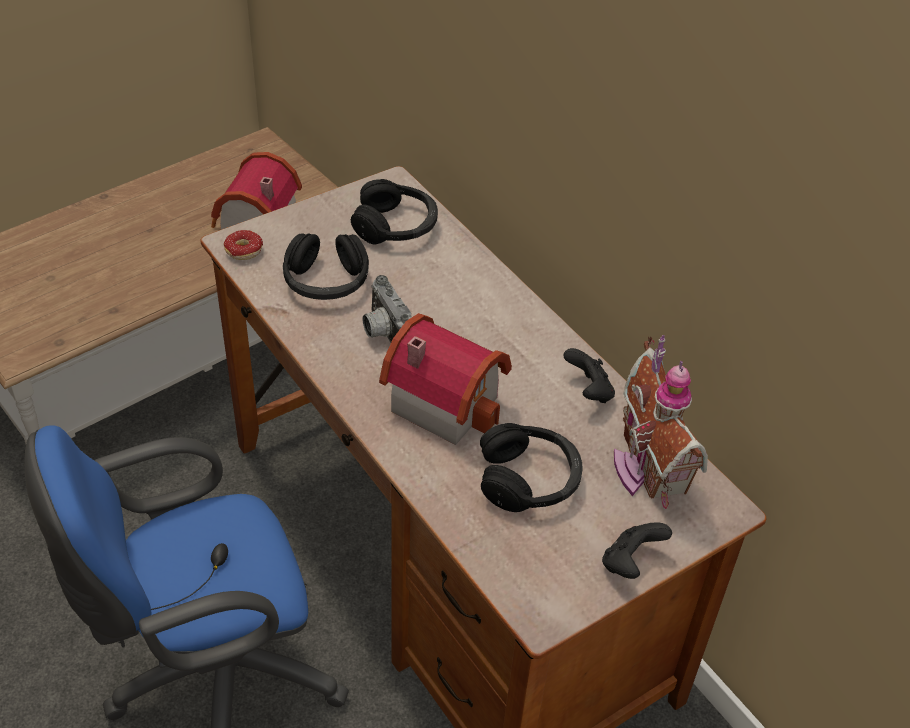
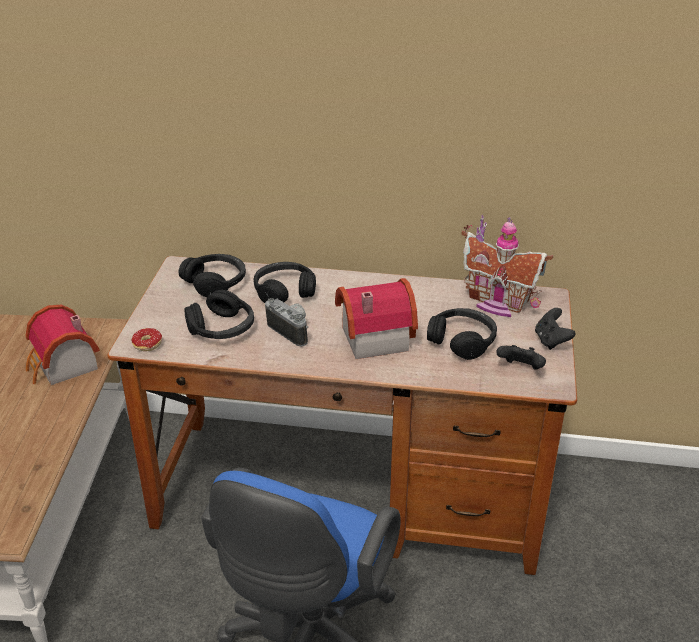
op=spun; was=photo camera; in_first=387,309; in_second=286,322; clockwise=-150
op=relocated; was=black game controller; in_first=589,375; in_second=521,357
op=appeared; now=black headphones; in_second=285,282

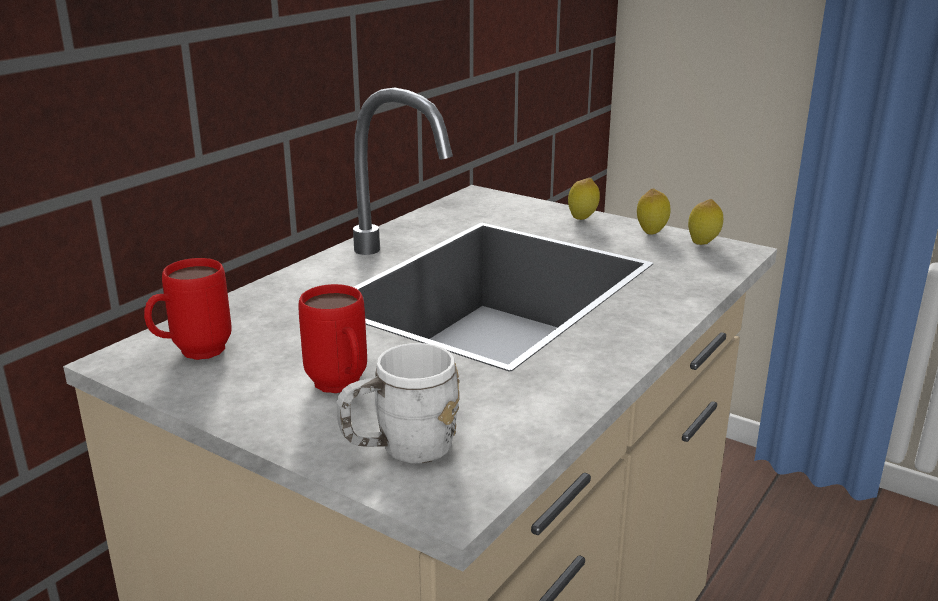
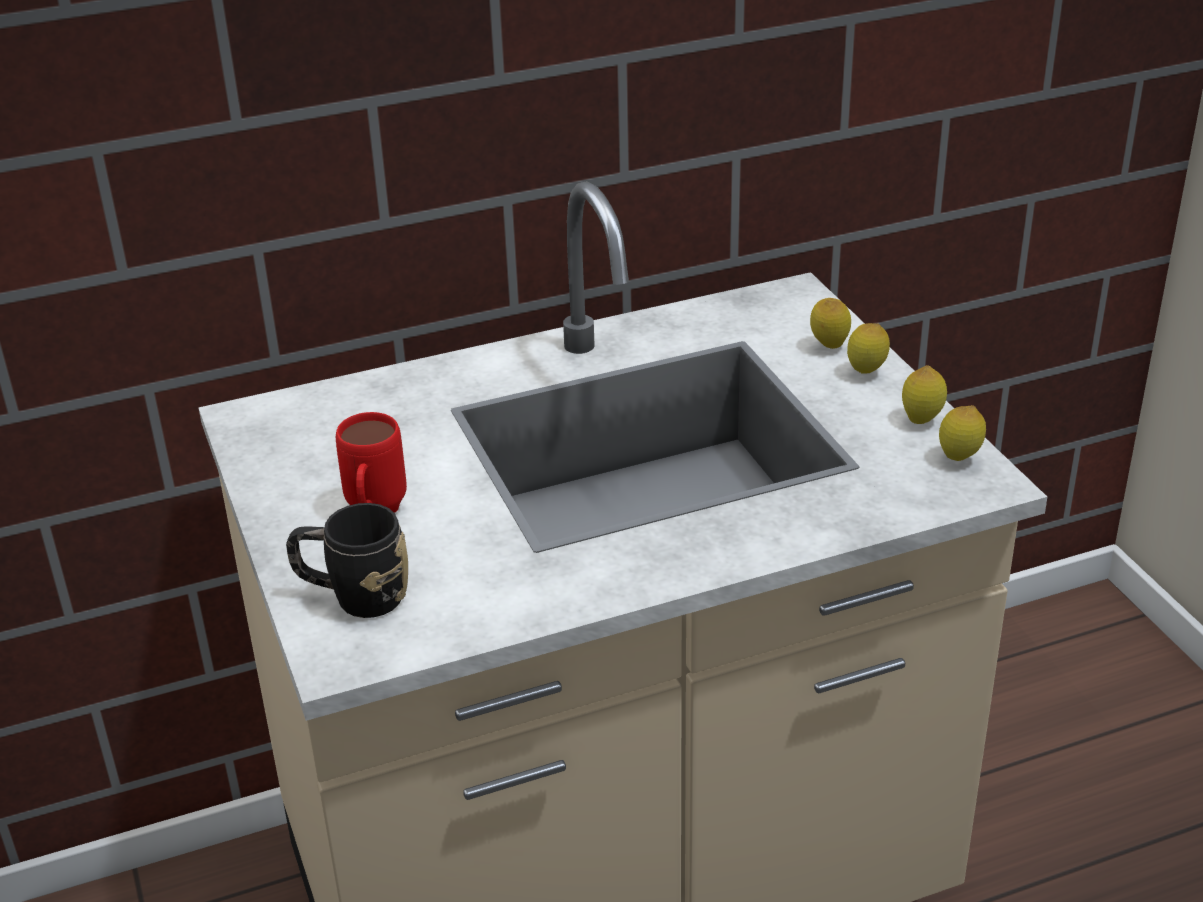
op=missing; was=red mug; in_first=188,309
op=colour; was=white mug; now=black mug; in_first=397,403; in_second=347,560
op=appeared; now=lemon; in_second=830,323

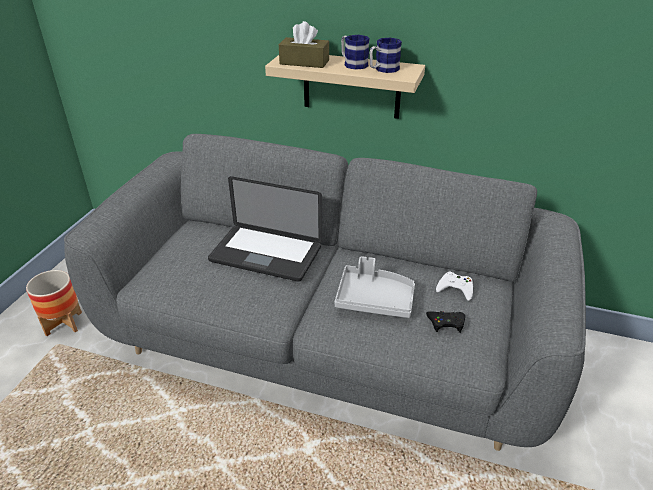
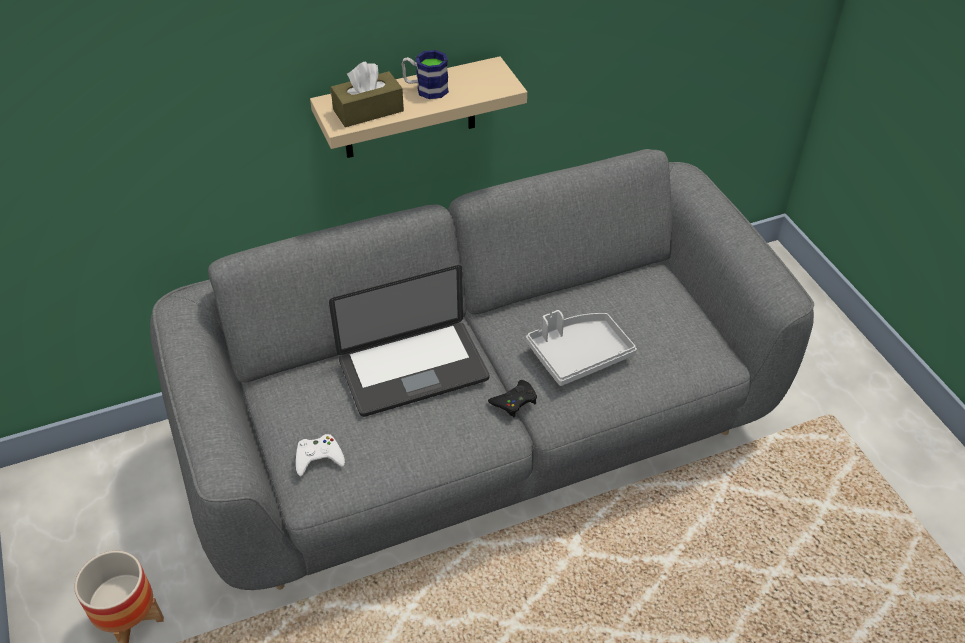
op=missing; was=mug; in_first=386,55
op=relocated; was=white game controller; in_first=454,286; in_second=320,455
op=relocated; was=black game controller; in_first=445,322; in_second=512,398

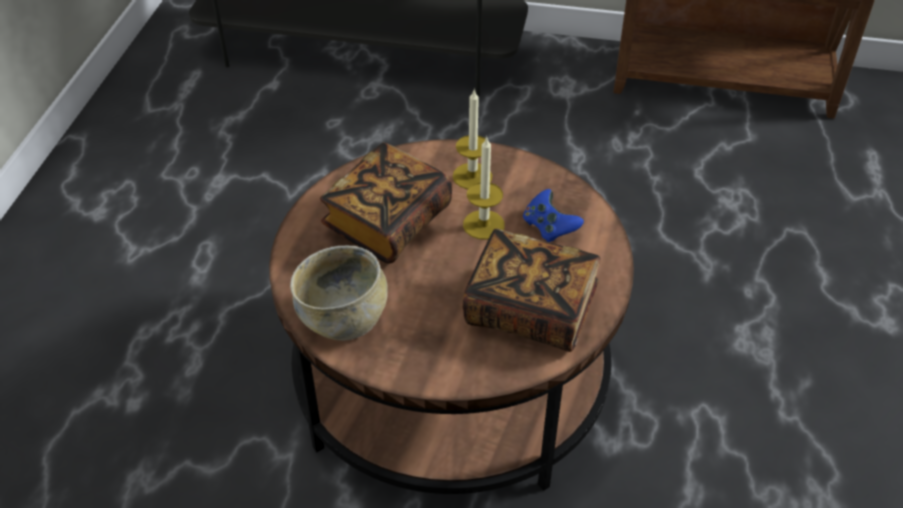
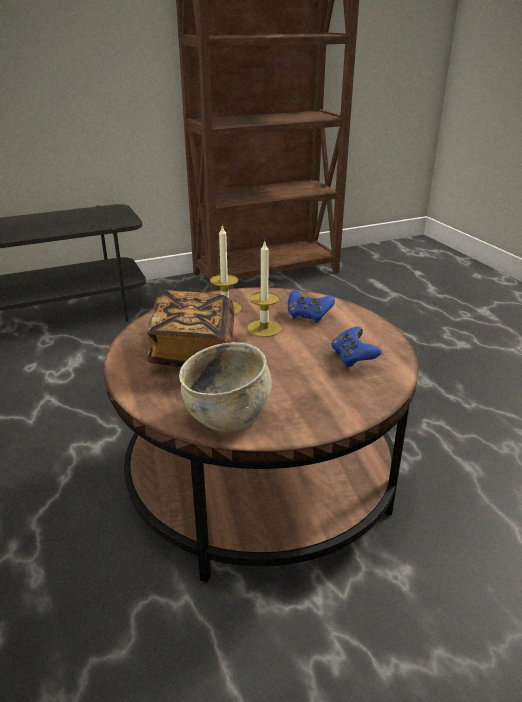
op=exchanged; was=book; now=blue game controller; in_first=532,290; in_second=356,347

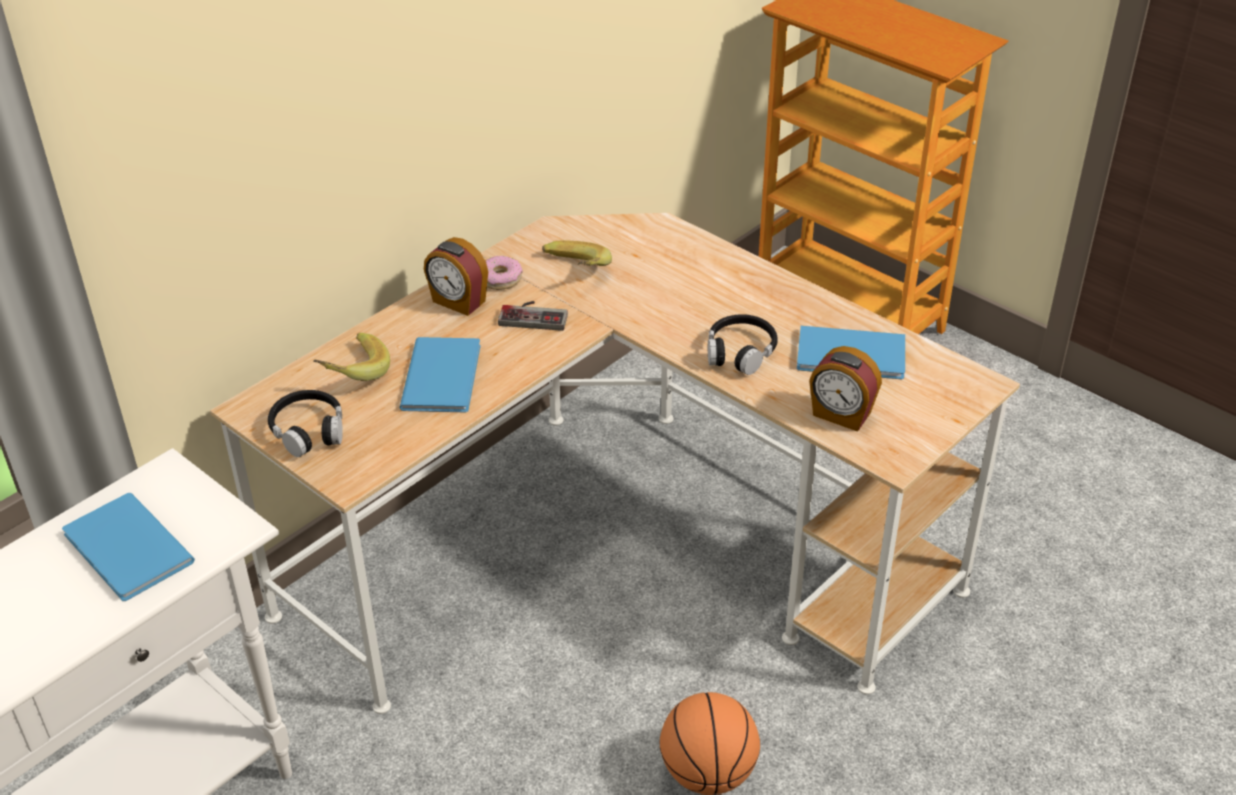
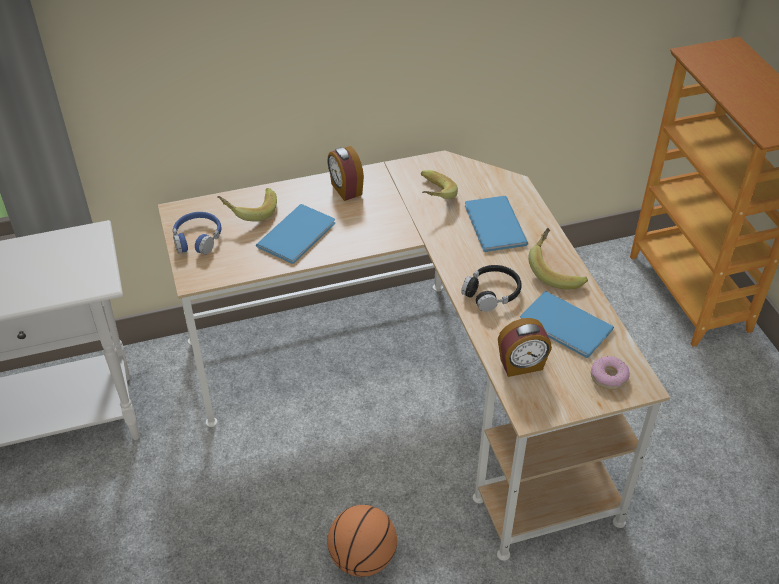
op=relocated; was=donut; in_first=504,273; in_second=610,373
op=missing; was=game controller; in_first=533,316
op=spun; was=alarm clock; in_first=845,389; in_second=525,347; clockwise=-75
op=colour; was=black headphones; now=blue headphones; in_first=305,423; in_second=197,233
op=relocated; was=blue book; in_first=128,547; in_second=496,224
op=appeared; now=banana; in_second=558,258

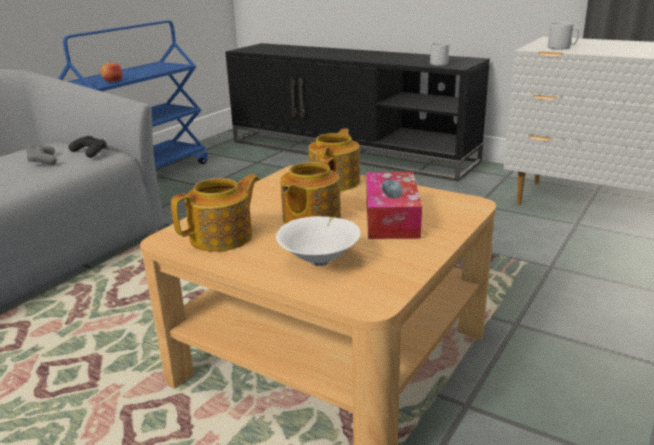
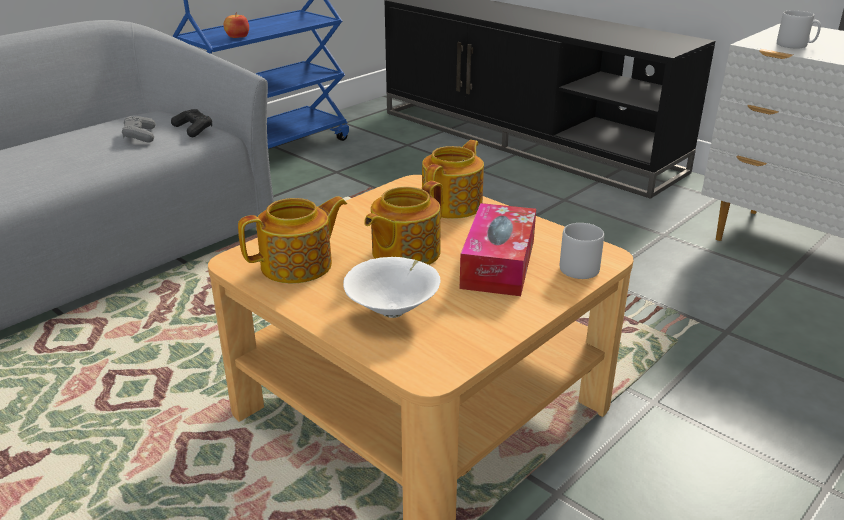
op=relocated; was=grey mug; in_first=439,54; in_second=582,251

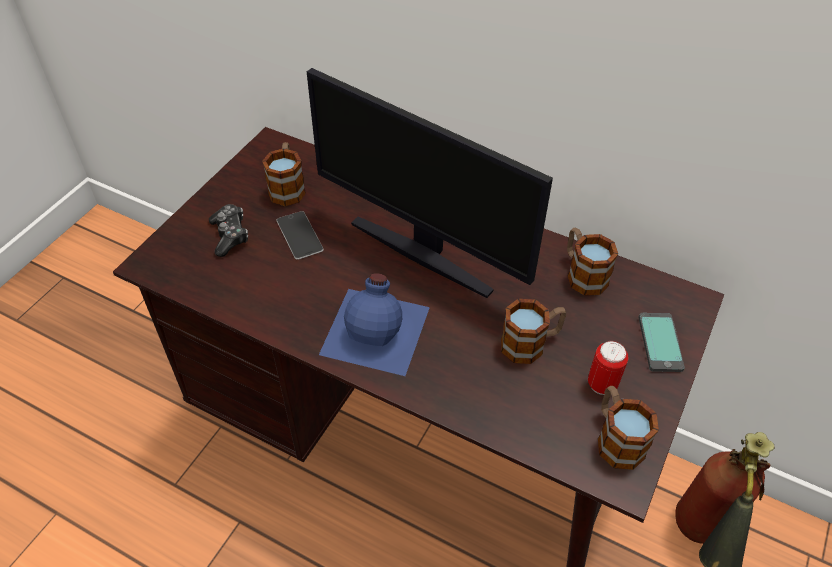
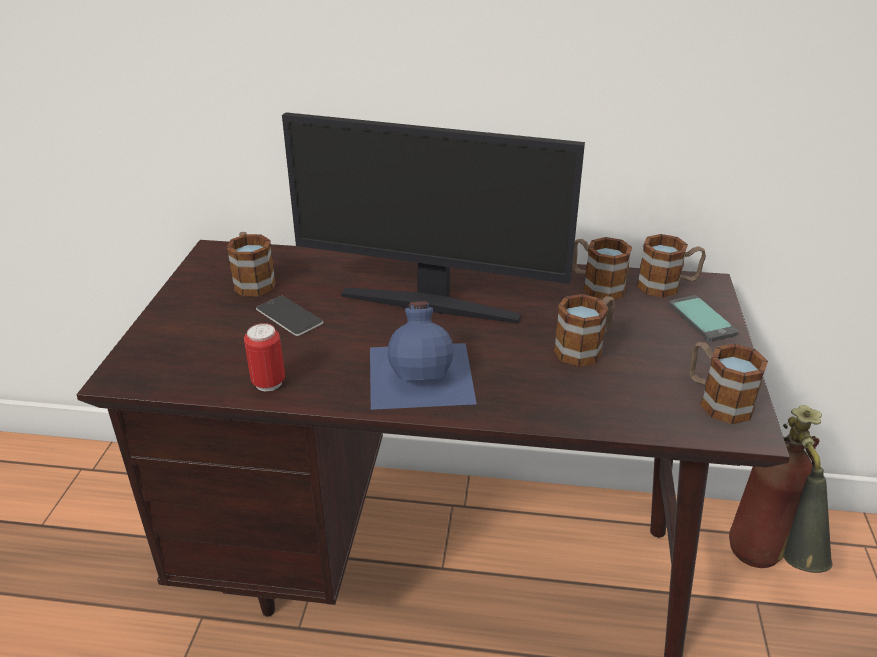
op=missing; was=game controller; in_first=228,230
op=relocated; was=can; in_first=608,368; in_second=264,357
op=appeared; now=mug; in_second=671,266

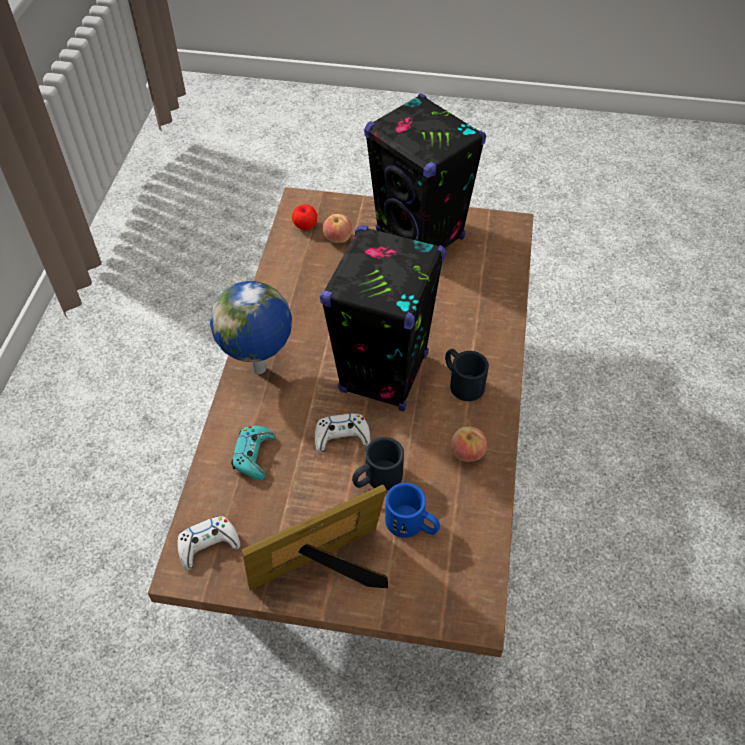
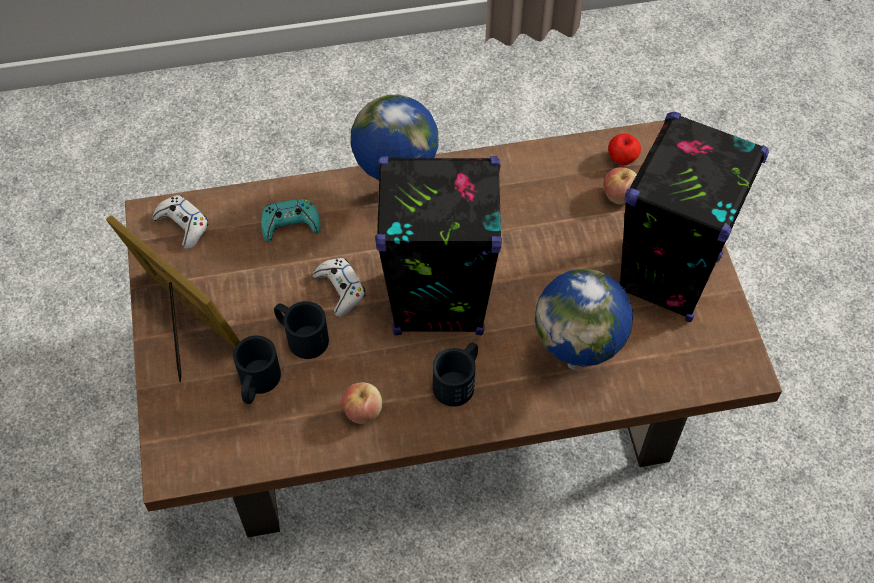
op=colour; was=blue mug; now=black mug; in_first=412,510; in_second=257,369
op=appeared; now=globe; in_second=584,319

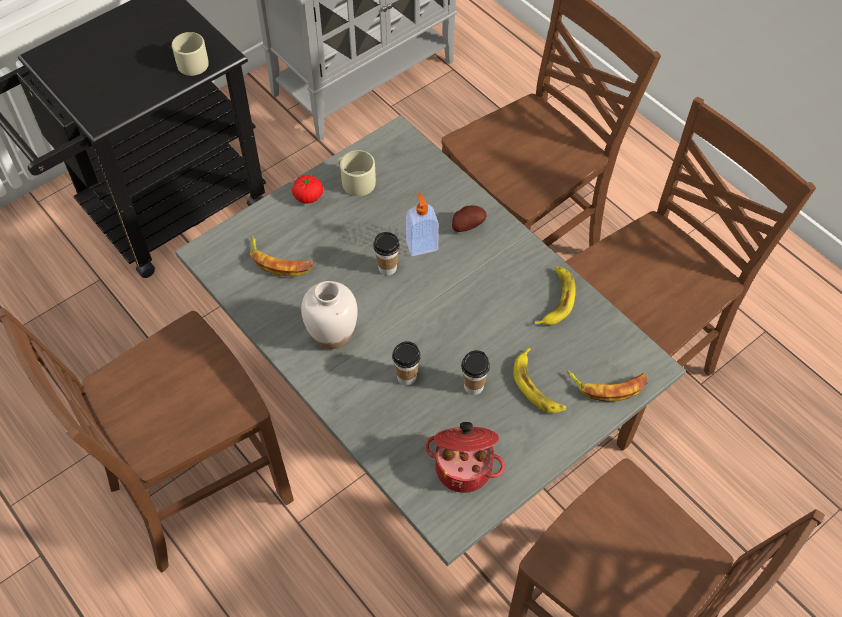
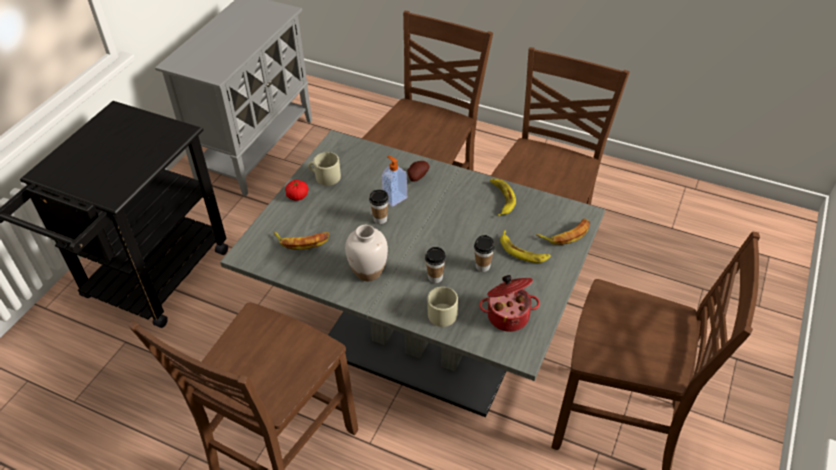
op=relocated; was=beige mug; in_first=190,54; in_second=443,307

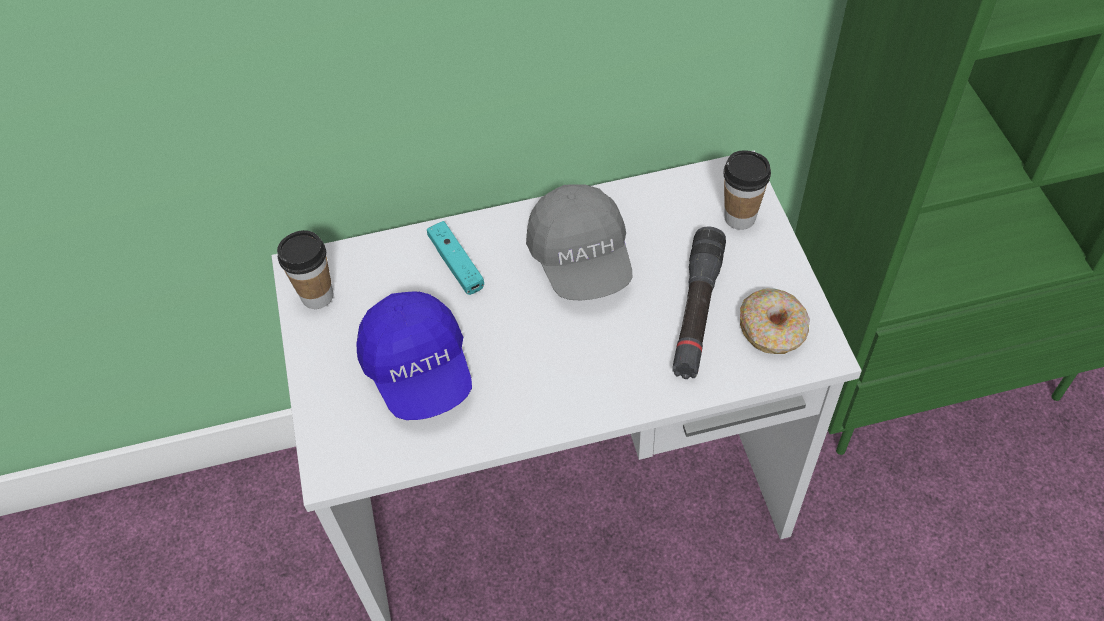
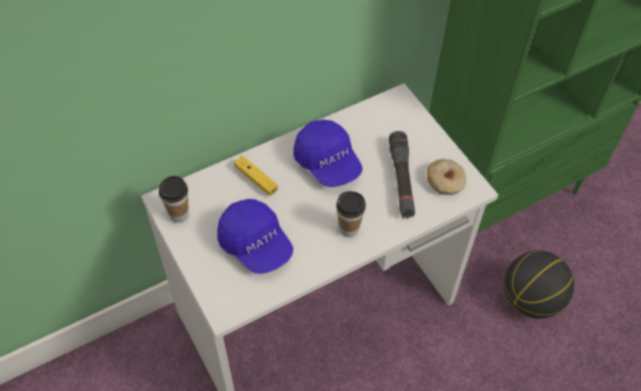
op=relocated; was=cup; in_first=747,190; in_second=351,214
op=colour; was=grey cap; now=blue cap; in_first=579,242; in_second=328,153
op=colour; was=turquoise game controller; now=yellow game controller; in_first=455,258; in_second=256,176
op=appeared; now=basketball; in_second=539,284

